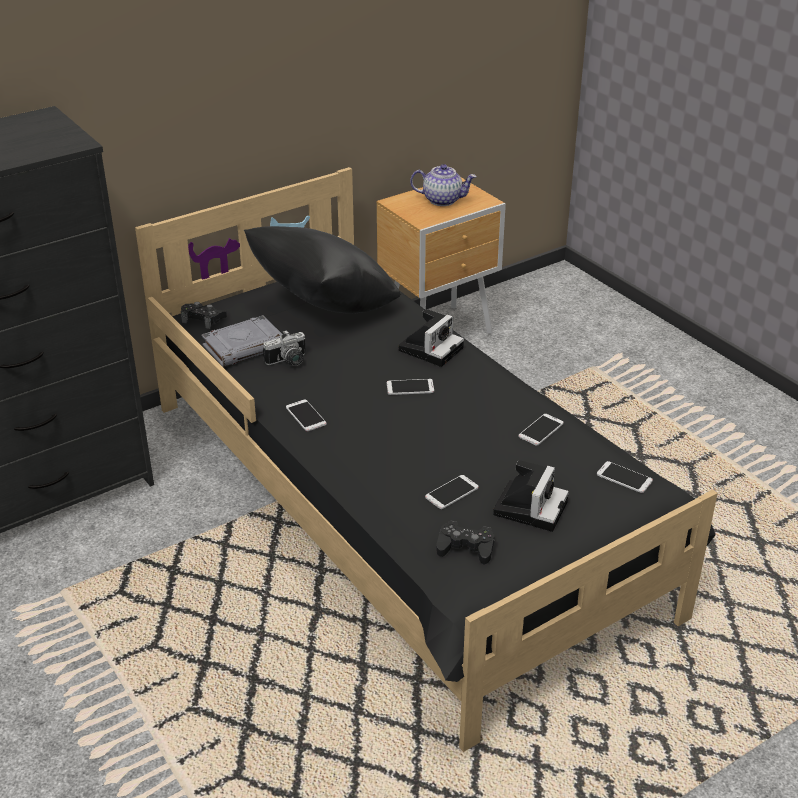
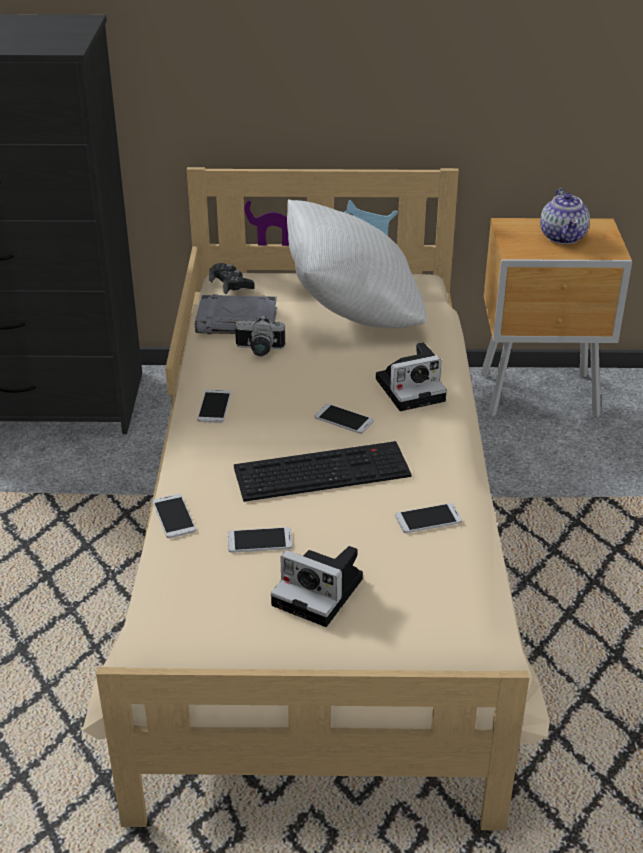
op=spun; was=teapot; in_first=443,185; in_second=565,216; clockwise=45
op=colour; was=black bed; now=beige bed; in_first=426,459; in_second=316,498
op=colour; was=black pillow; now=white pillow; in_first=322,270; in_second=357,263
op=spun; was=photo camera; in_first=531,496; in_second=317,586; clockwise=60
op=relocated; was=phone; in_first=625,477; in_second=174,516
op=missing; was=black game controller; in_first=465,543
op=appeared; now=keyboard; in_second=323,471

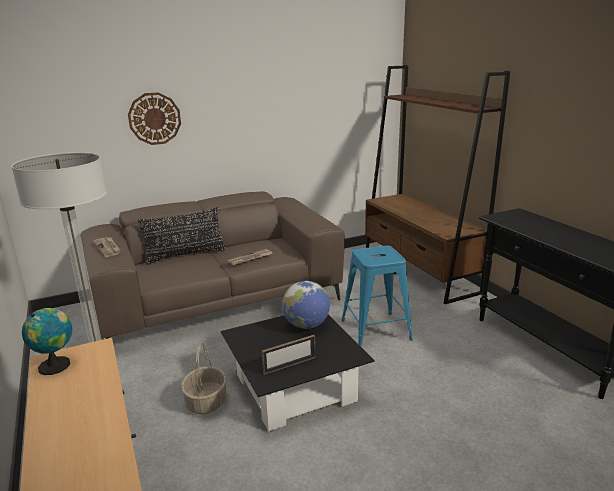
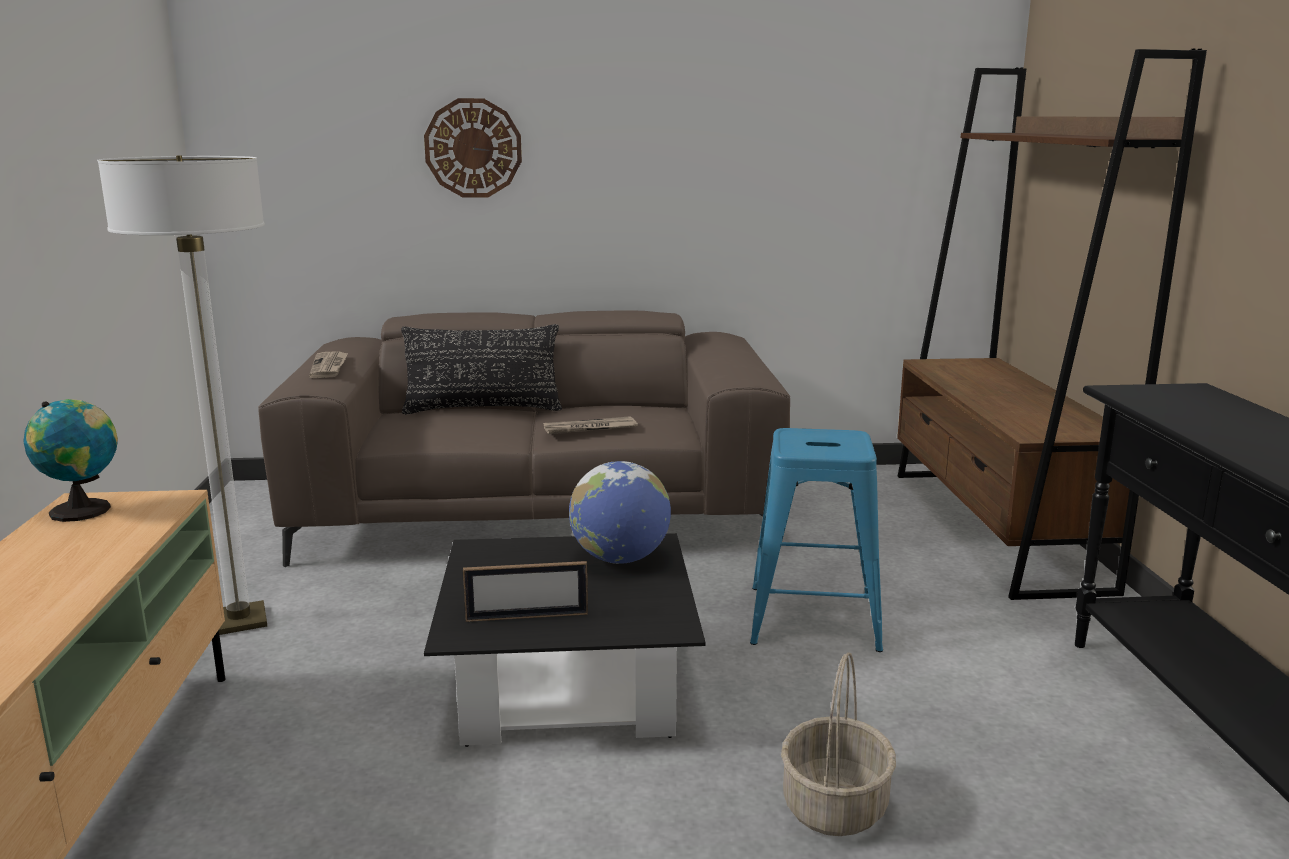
op=relocated; was=basket; in_first=204,378; in_second=838,744

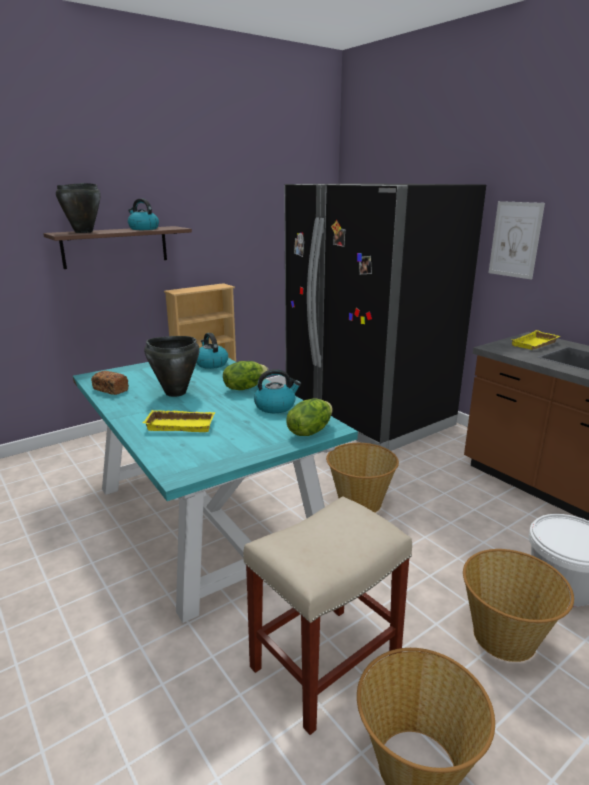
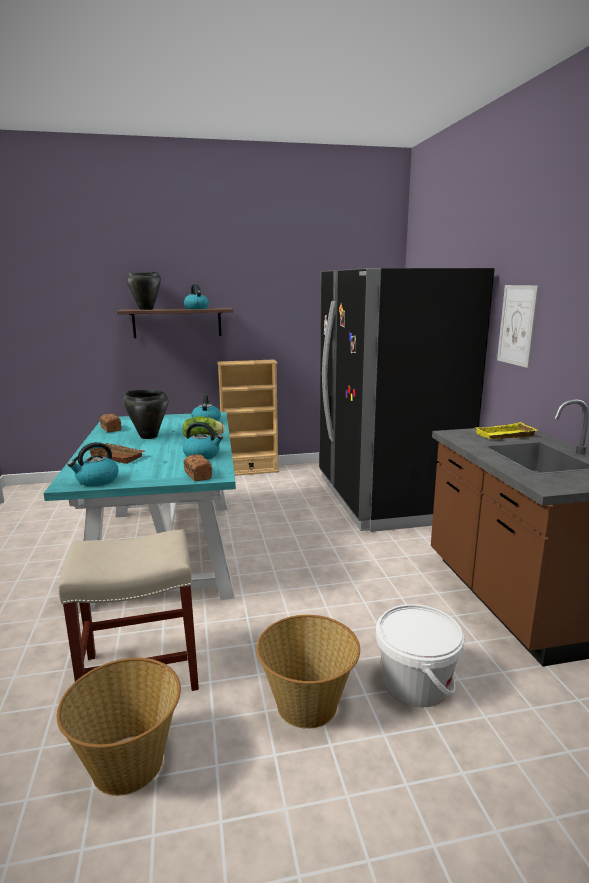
op=exchanged; was=lettuce; now=bread; in_first=309,417; in_second=198,467
op=colour; was=yellow tray; now=brown tray; in_first=179,421; in_second=117,453
op=missing; was=basket; in_first=362,478
op=appeared; now=kettle; in_second=93,464

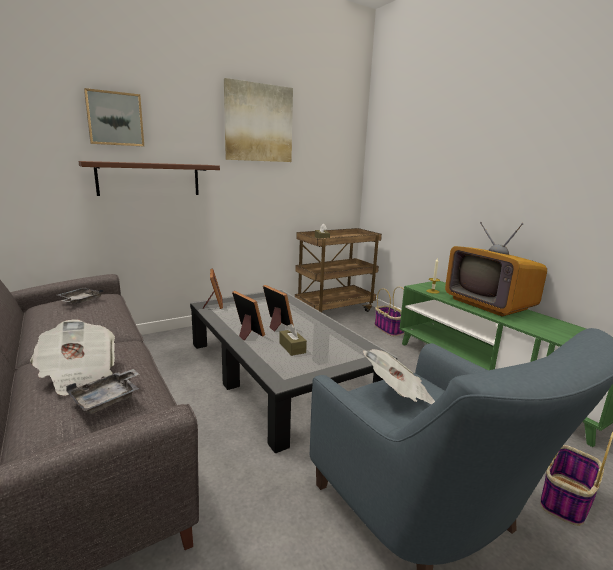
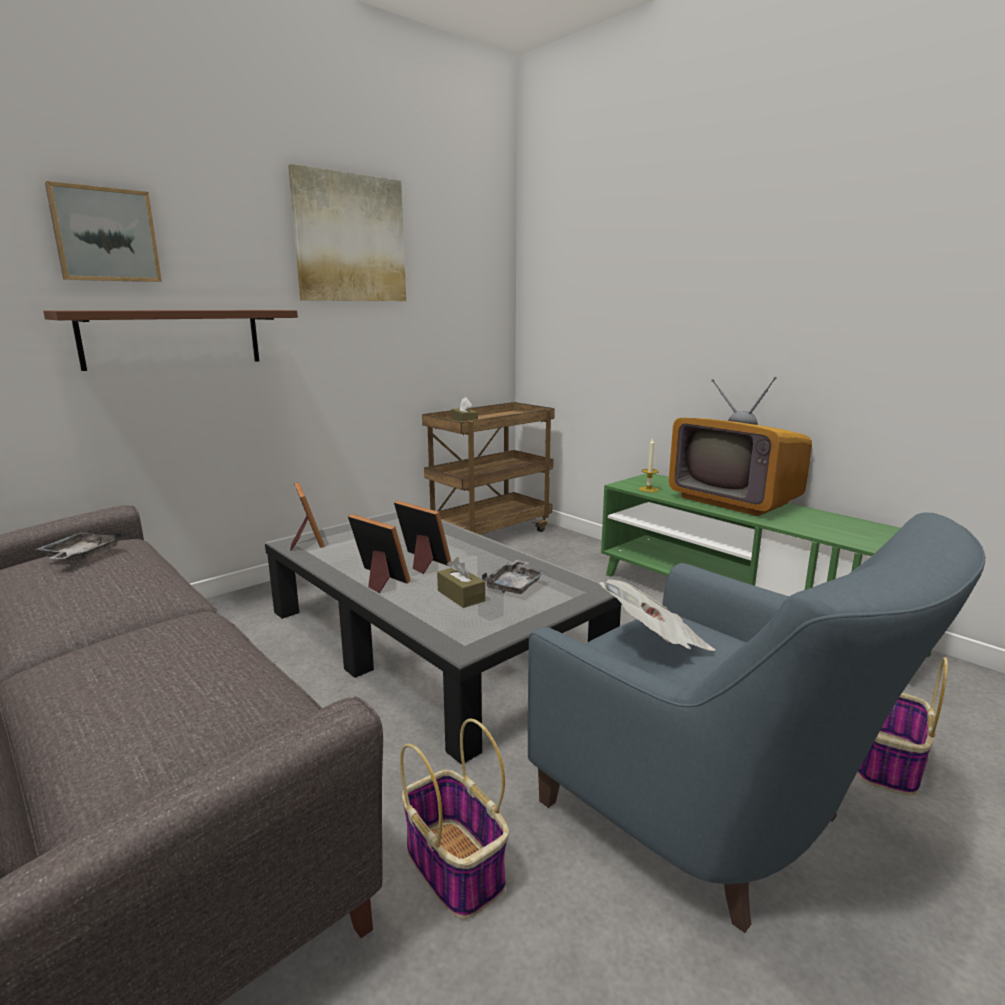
op=relocated; was=basket; in_first=389,311; in_second=454,818
op=missing; was=newspaper; in_first=72,357
op=relocated; was=grey tray; in_first=103,391; in_second=514,577

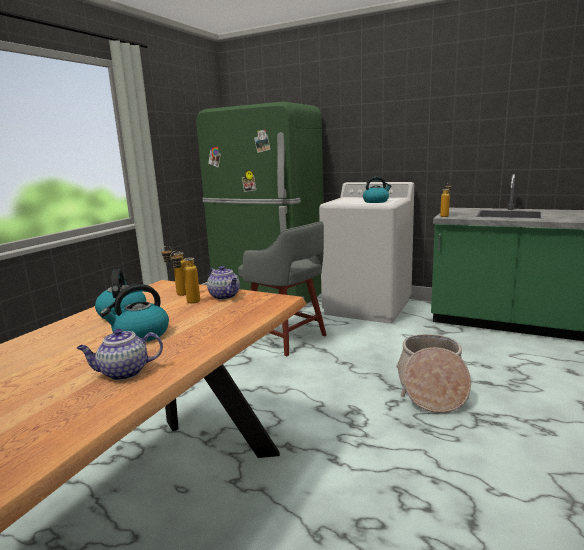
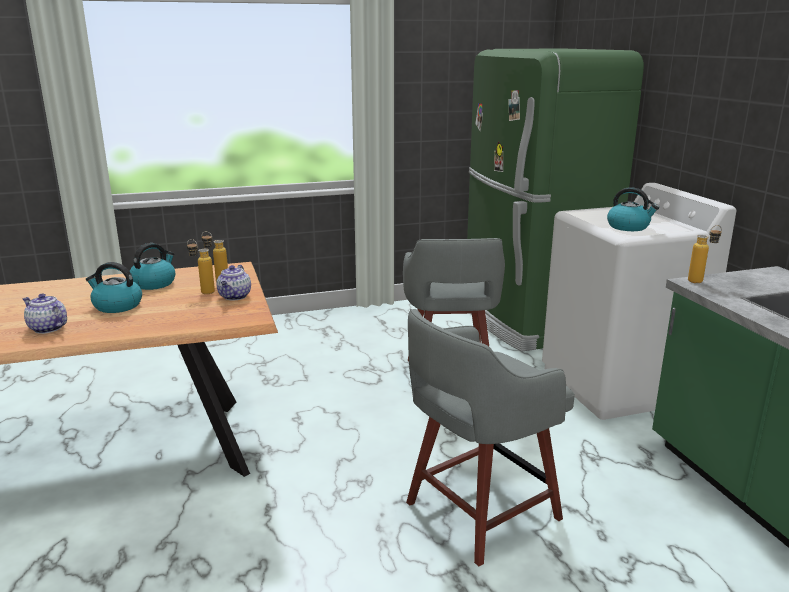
op=exchanged; was=basket; now=grey stool; in_first=433,373; in_second=490,437

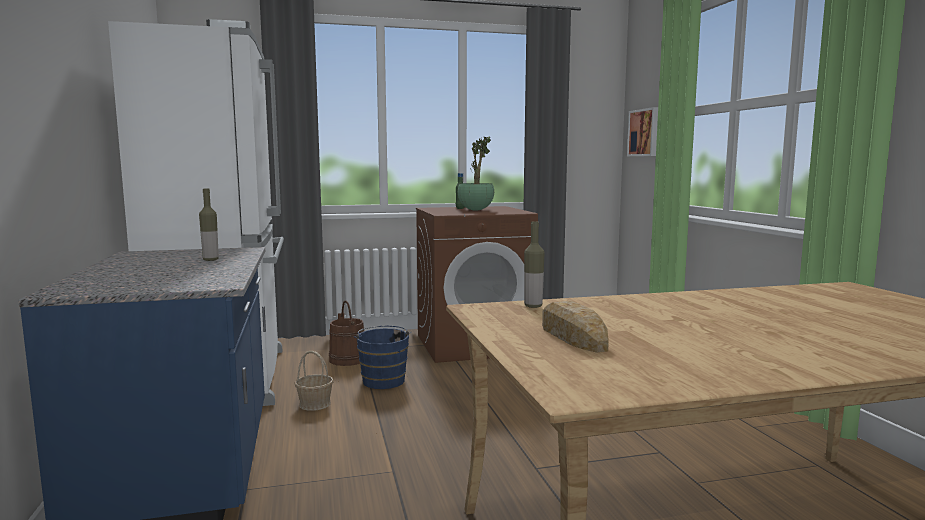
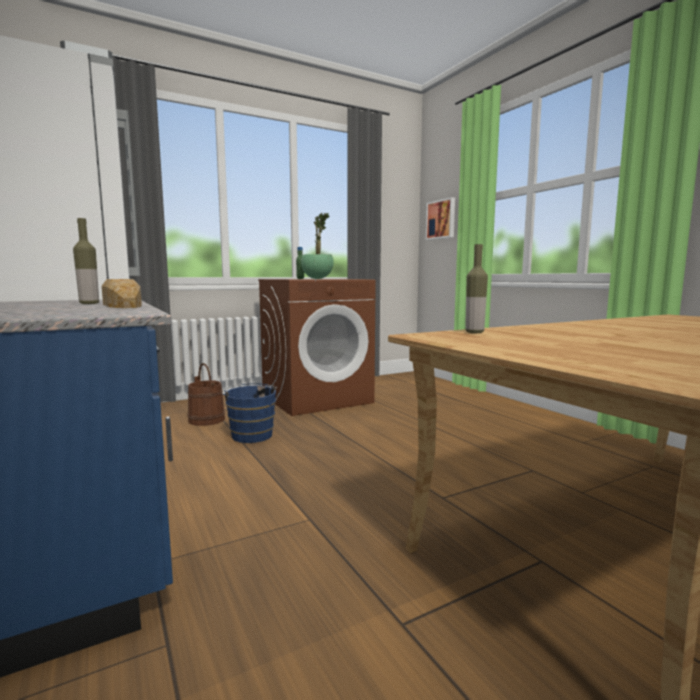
op=relocated; was=bread; in_first=575,327; in_second=122,293
op=missing; was=basket; in_first=314,381

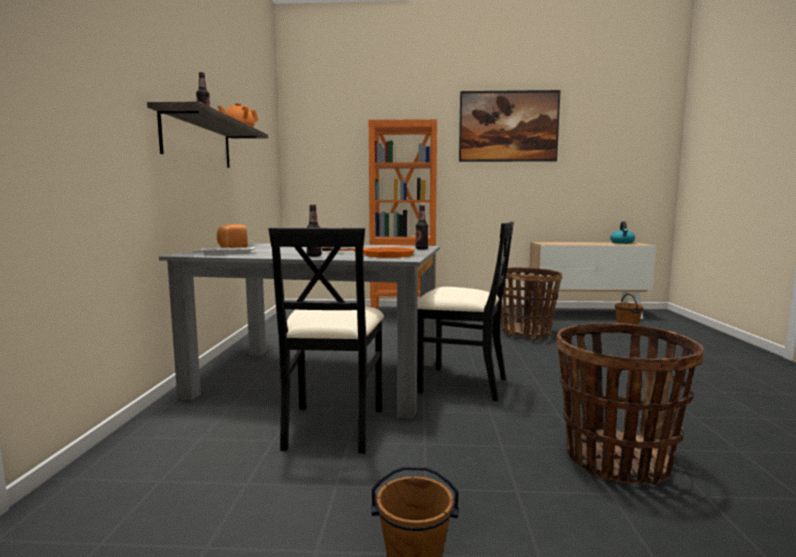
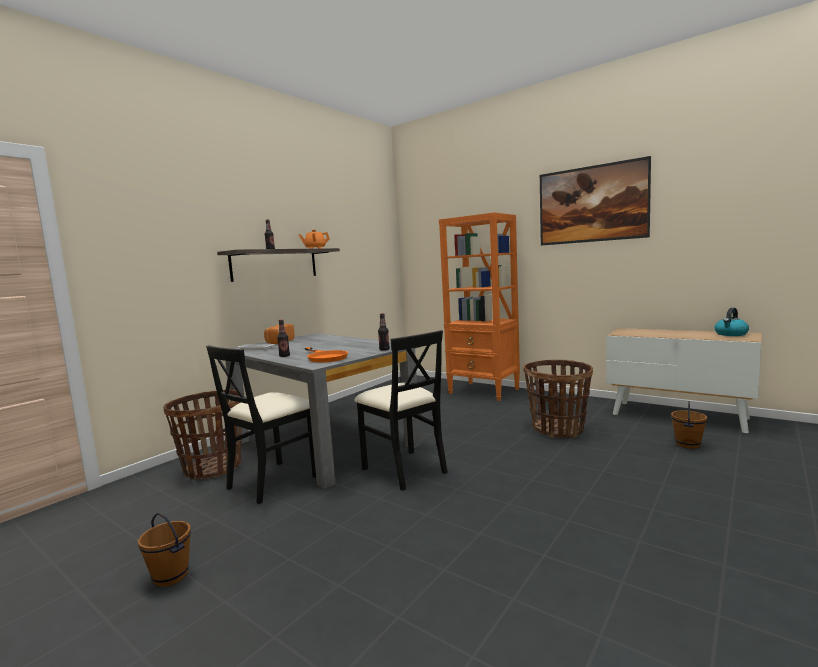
op=relocated; was=basket; in_first=630,404; in_second=203,434

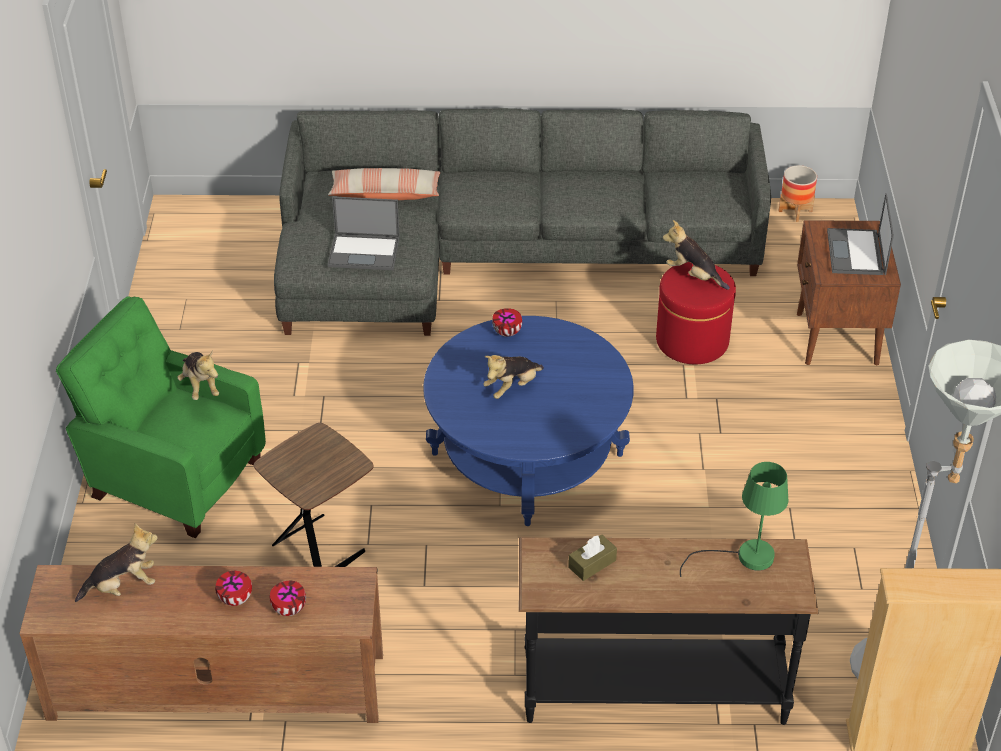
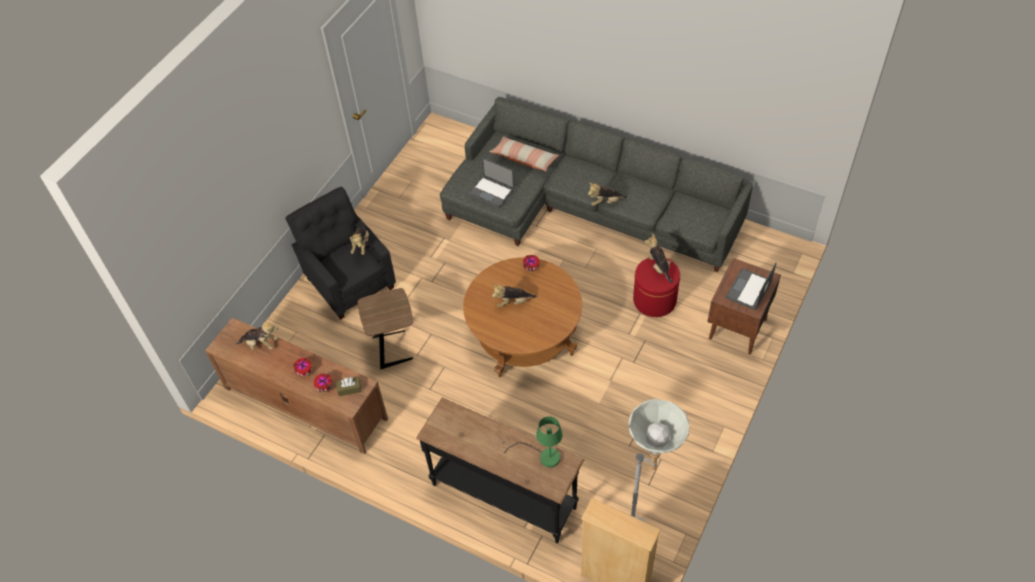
op=missing; was=planter; in_first=797,193
op=colour; was=green armchair; now=black armchair; in_first=161,417; in_second=341,253
op=colour; was=blue coffee table; now=brown coffee table; in_first=528,421; in_second=522,317
op=relocated; was=brown tissue box; in_first=592,558; in_second=349,386
op=appeared; now=plush toy; in_second=607,194

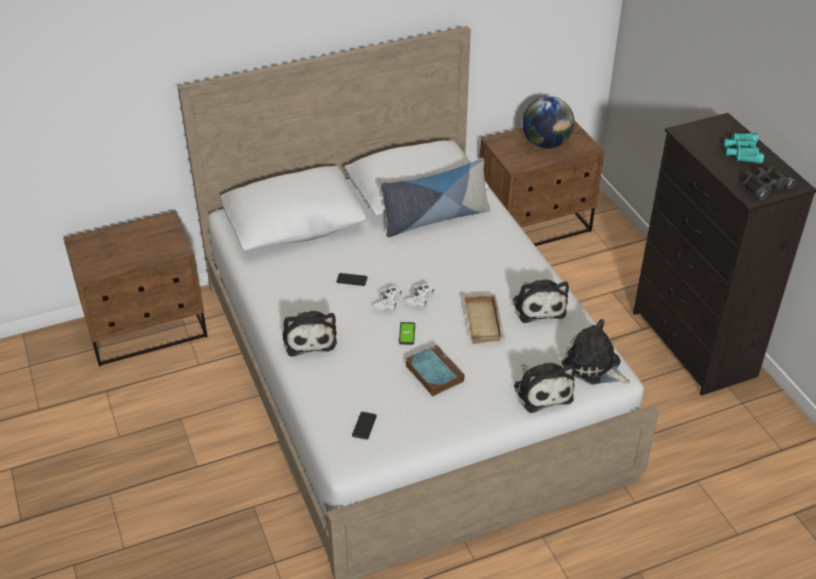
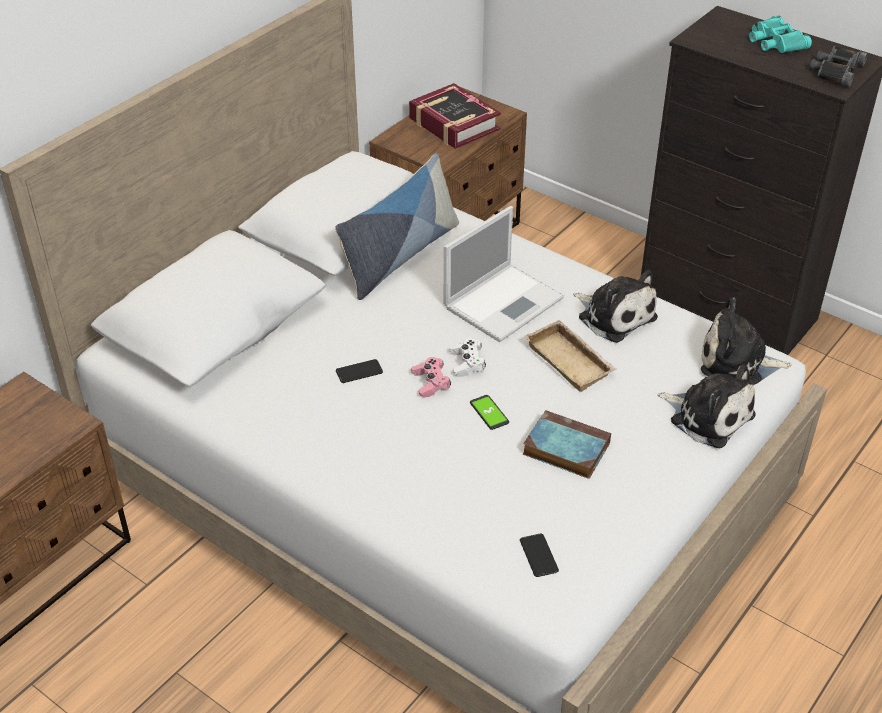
op=exchanged; was=globe; now=book; in_first=548,122; in_second=455,116
op=colour; was=white game controller; now=pink game controller; in_first=388,298; in_second=431,377
op=missing; was=plush toy; in_first=310,334
op=appeared; now=laptop; in_second=504,274

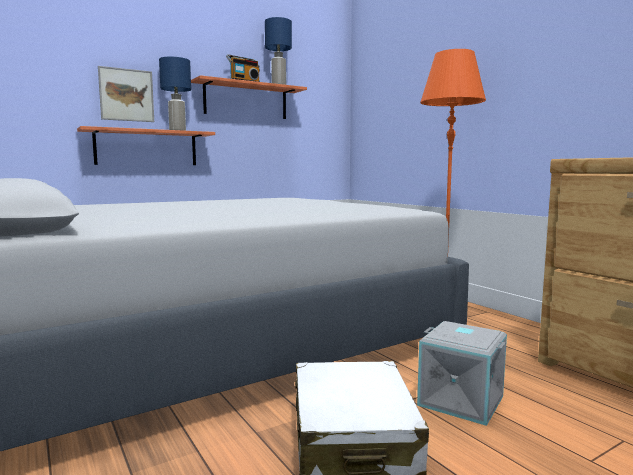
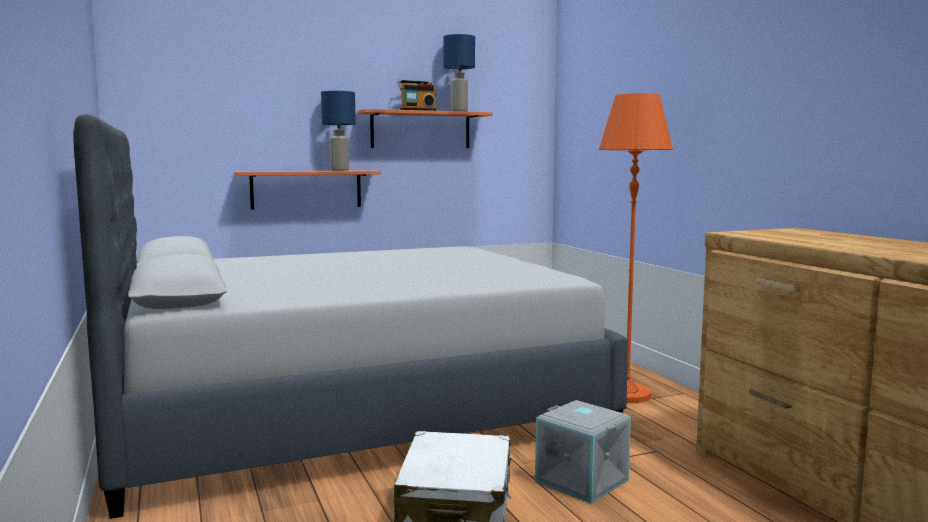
op=missing; was=picture; in_first=126,94

